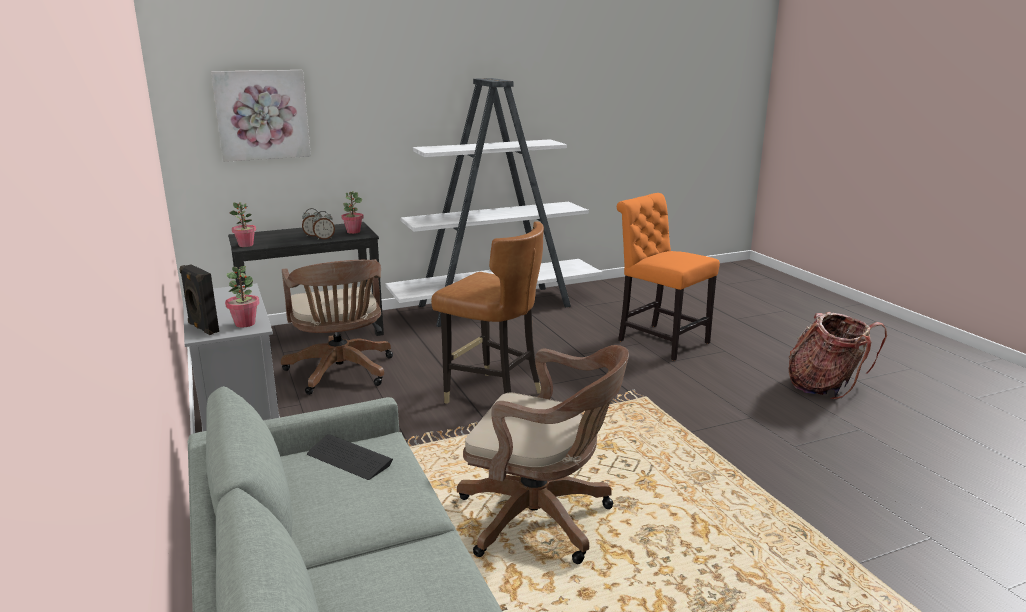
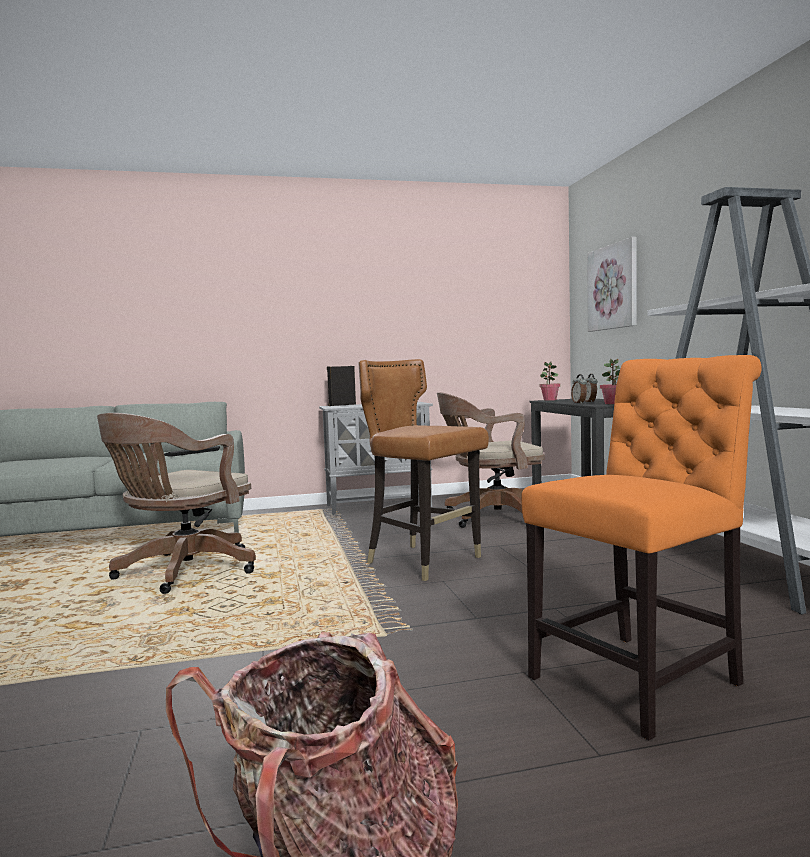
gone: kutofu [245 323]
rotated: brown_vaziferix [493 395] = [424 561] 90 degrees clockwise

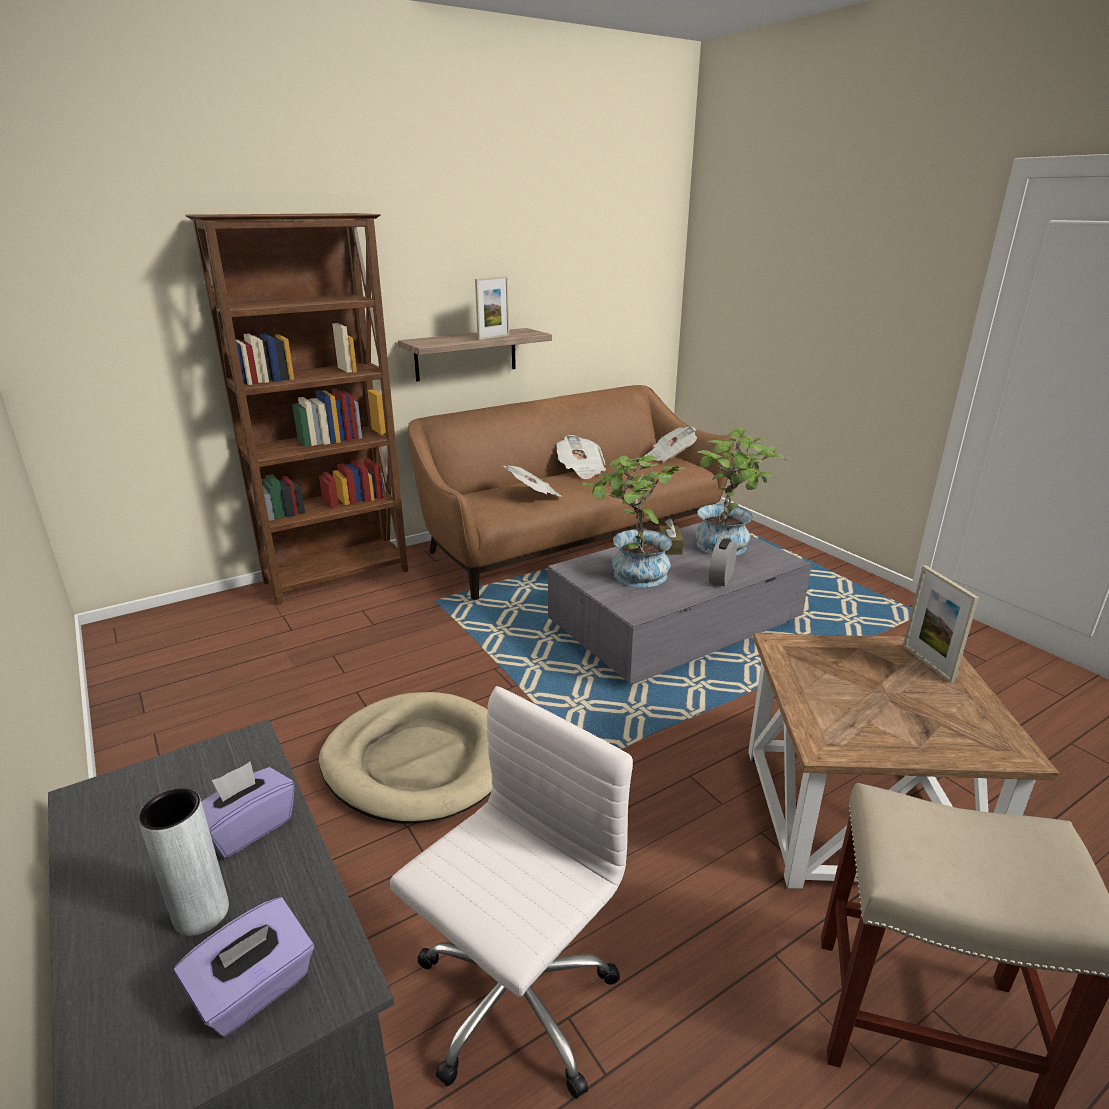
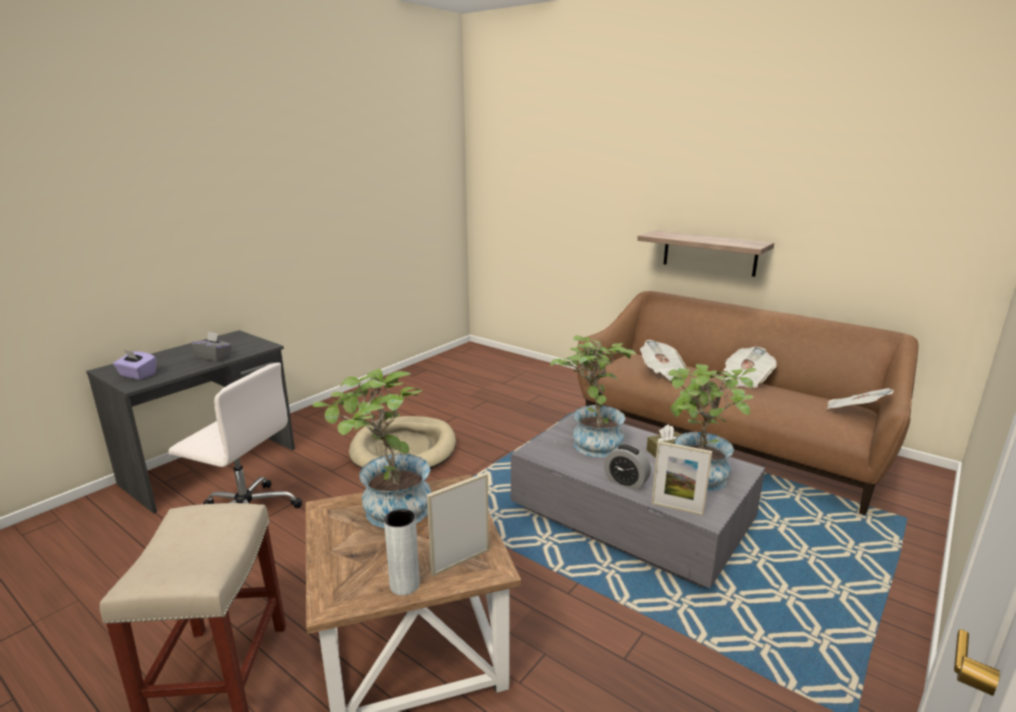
gone: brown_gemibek [338 577]
new: kutofu [386 510]
shifted: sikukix [493 337] to [677 509]; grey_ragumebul [201 913] to [404 585]
repainted: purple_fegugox [248 827] to grey_fegugox [214 357]
rotated: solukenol [721 578] = [625 482] 150 degrees counterclockwise

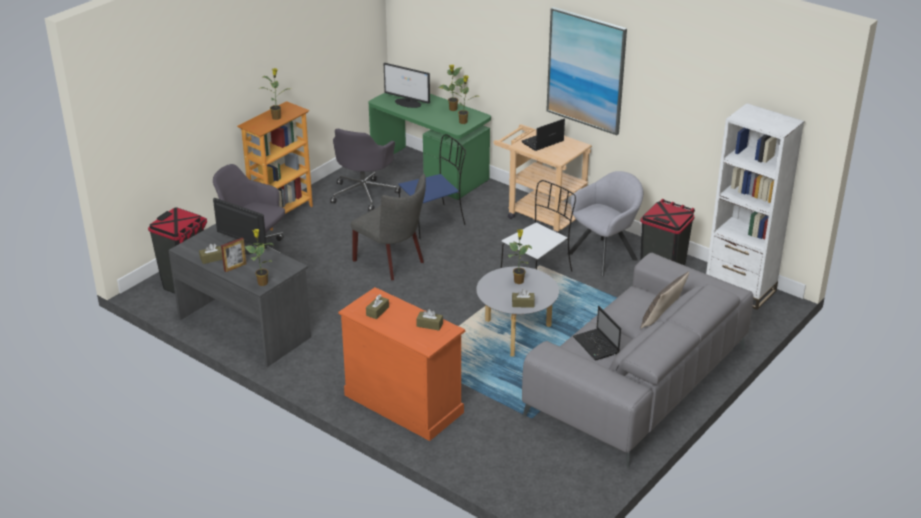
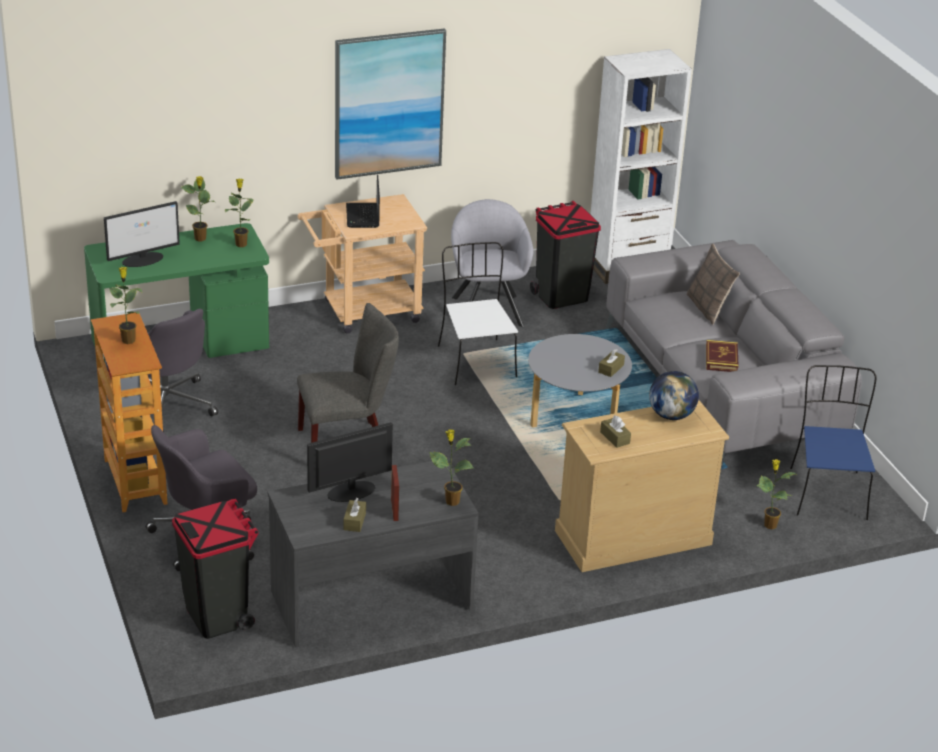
shifted: blue_vaziferix [433 221] to [827 492]; kutofu [518 281] to [769 525]
swapped: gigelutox [597 346] to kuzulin [721 359]; brown_fegugox [429 325] to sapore [671 415]
repainted: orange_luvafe [403 403] to beige_luvafe [632 537]

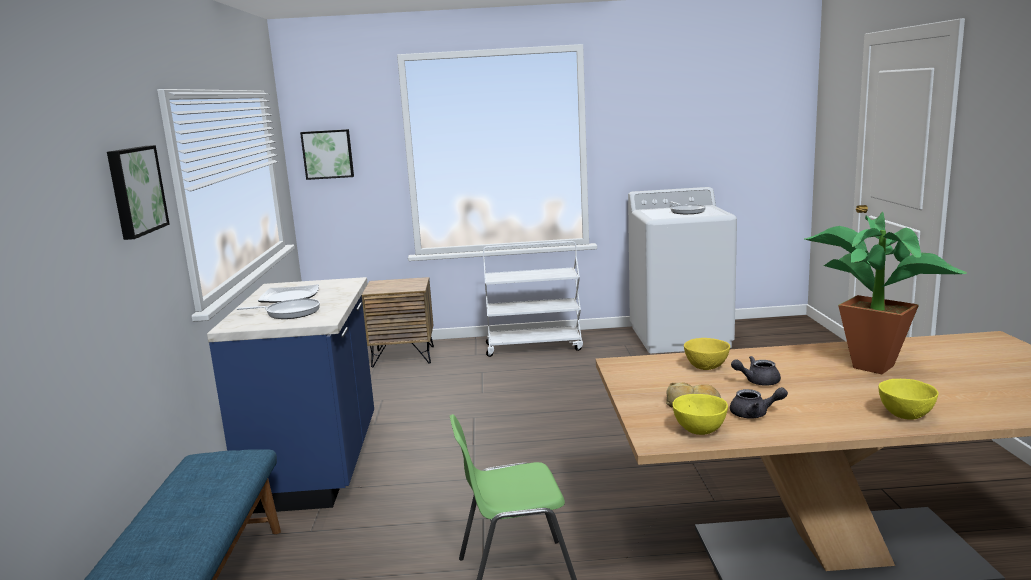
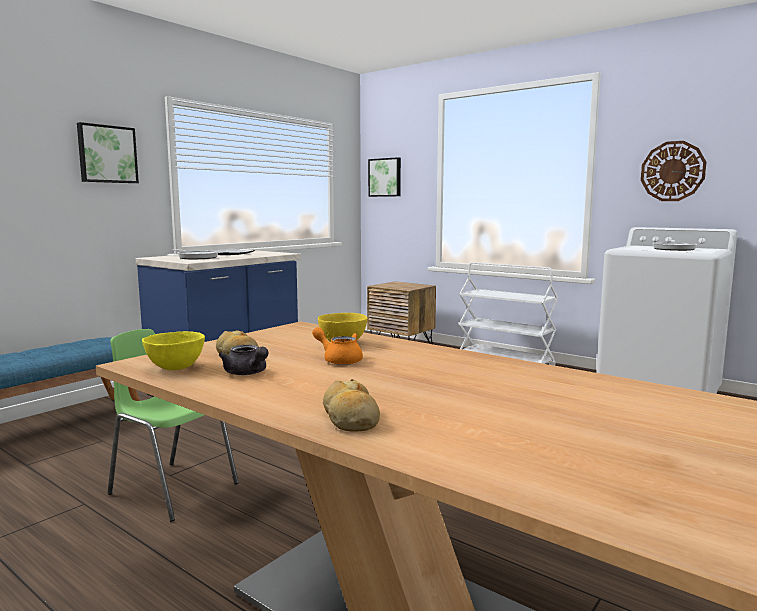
gone: kutofu [867 364]
new: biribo [672 171]
swapped: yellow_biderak [905 415] to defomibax [350 419]
repainted: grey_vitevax [757 381] to orange_vitevax [339 360]

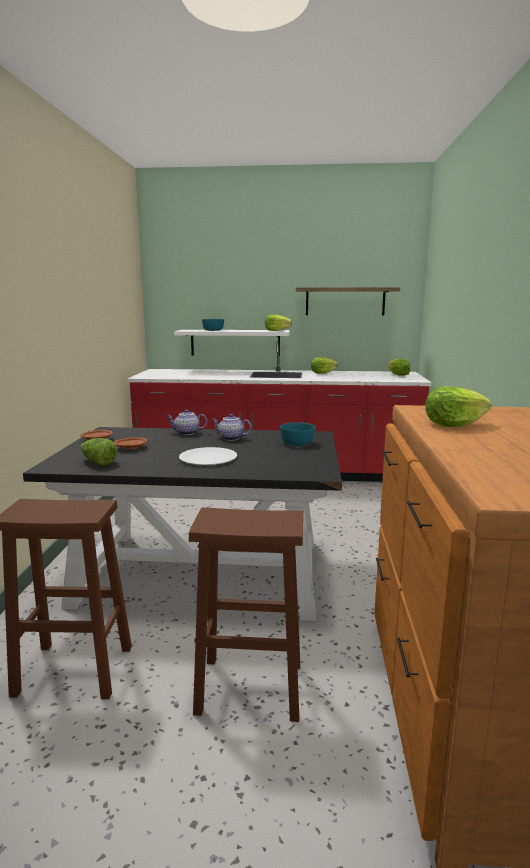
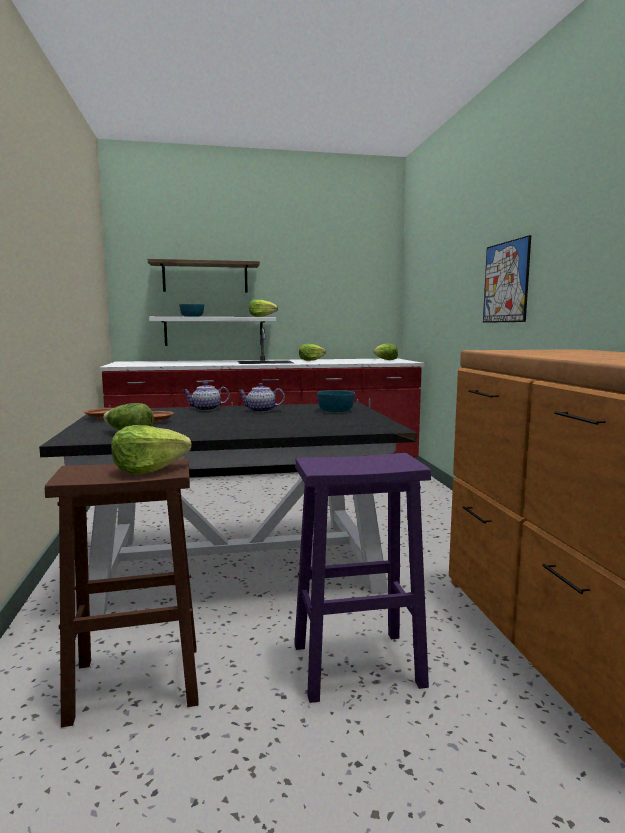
gone: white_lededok [208 458]
new: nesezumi [506 282]
shifted: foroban [345 301] to [205 277]; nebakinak [453 424] to [148 469]
repainted: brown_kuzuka [248 688] to purple_kuzuka [355 665]

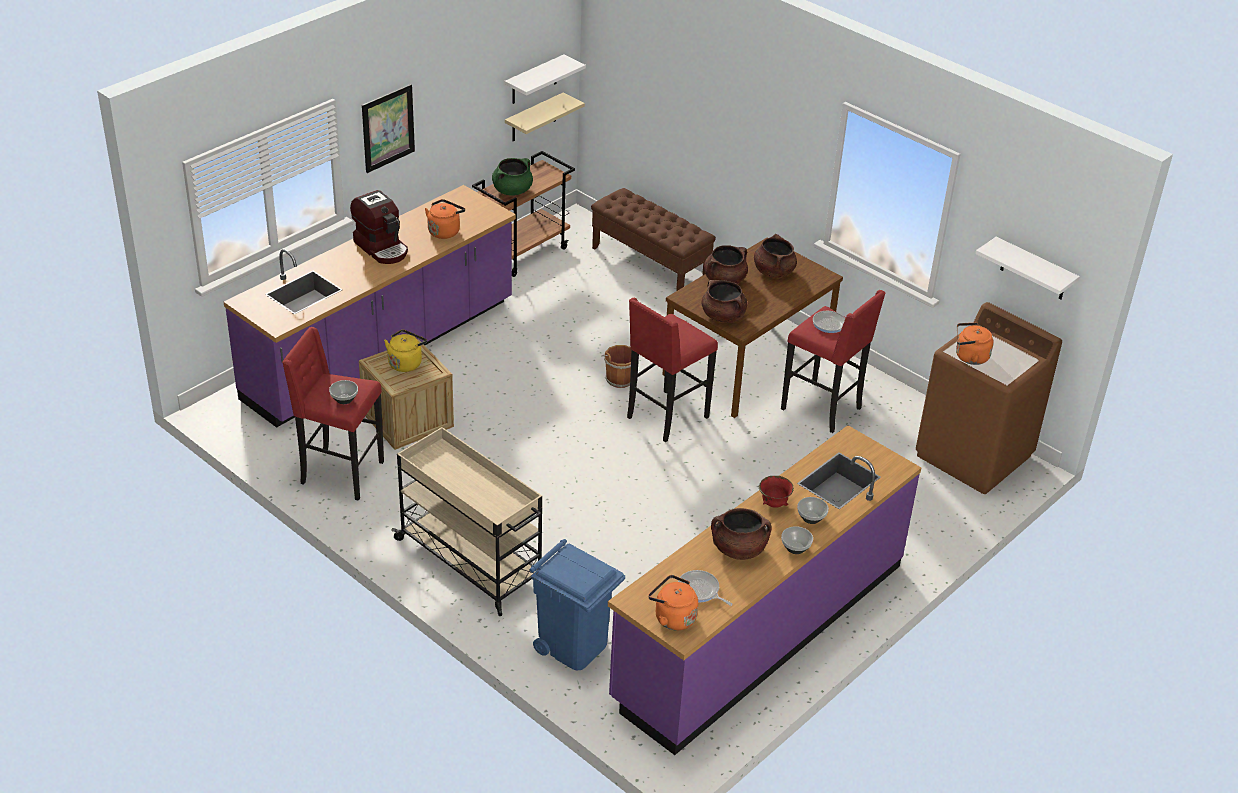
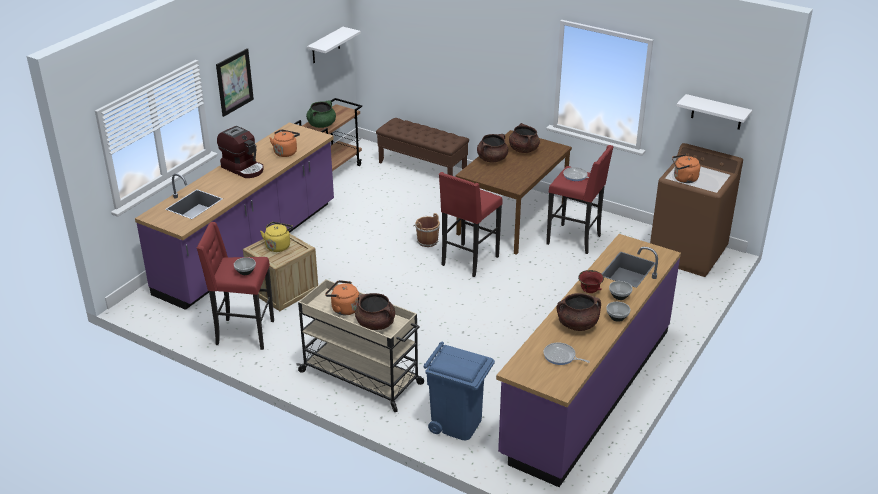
gone: beige_foroban [534 118]
shifted: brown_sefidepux [723 316] to [376 324]; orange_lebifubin [672 617] to [343 309]

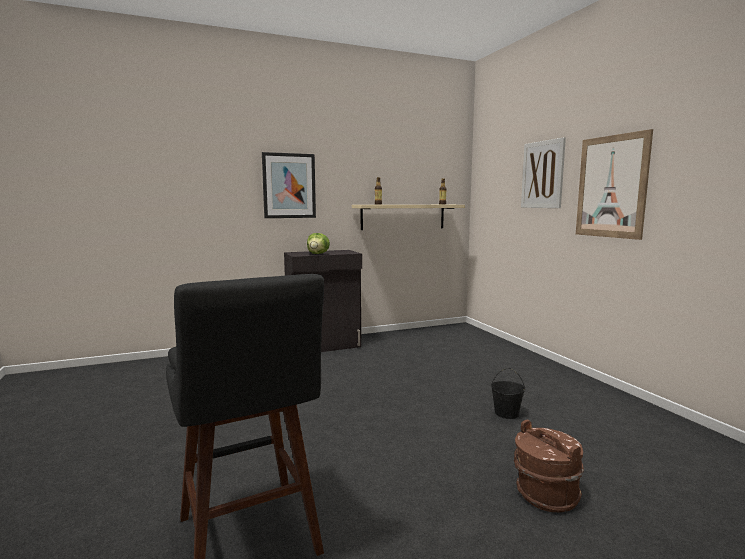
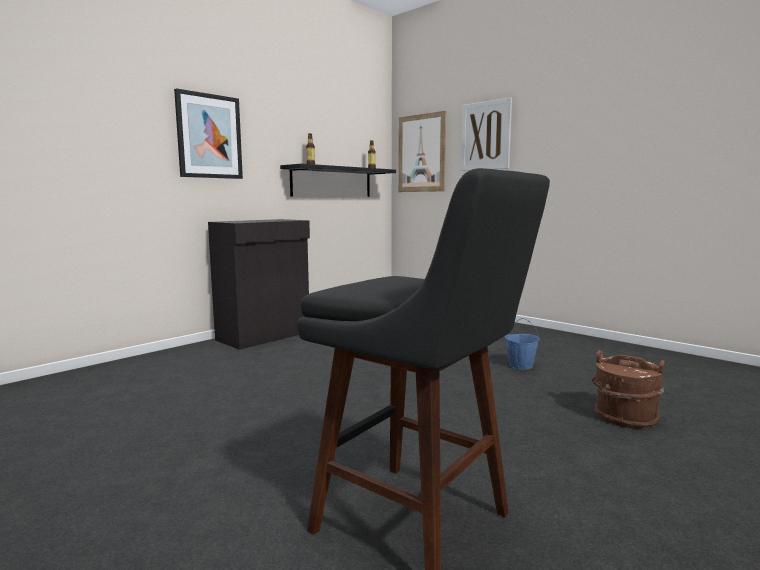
gone: nebakinak [318 254]
shifted: nesezumi [611 186] to [421 153]
repainted: beige_foroban [403 217] to black_foroban [332 182]; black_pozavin [506 413] to blue_pozavin [520 365]

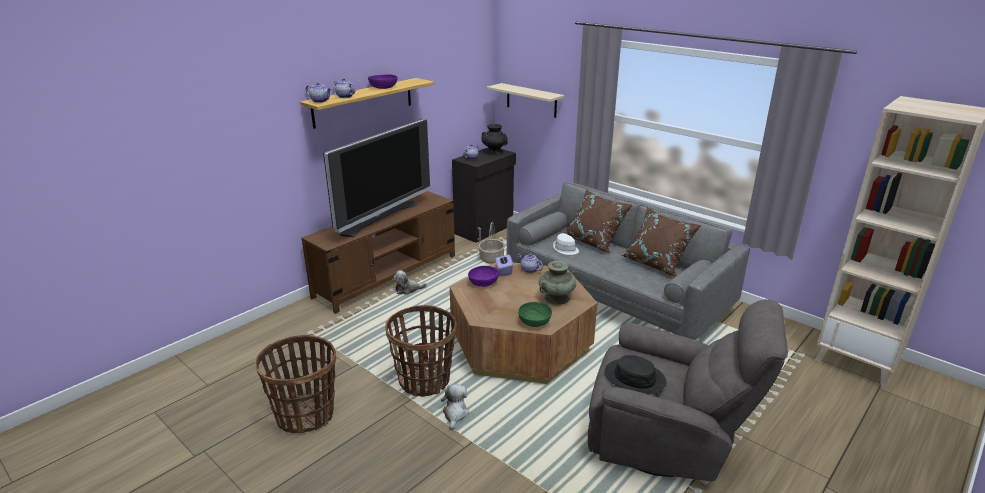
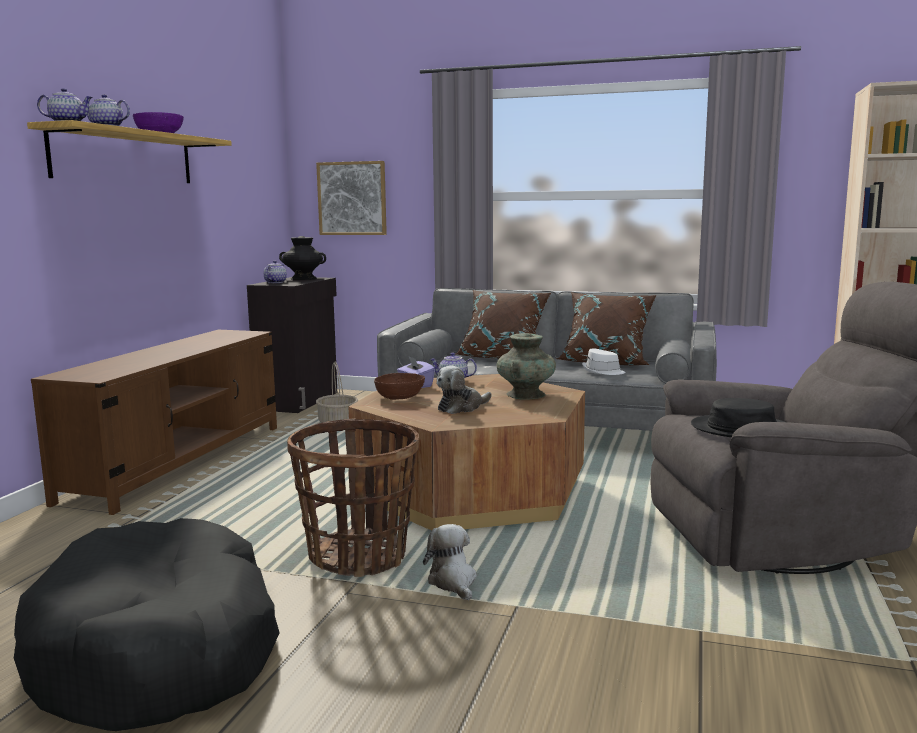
gone: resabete [380 218]; green_biderak [534 322]
shifted: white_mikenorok [565 249] to [602 371]; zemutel [408 289] to [461 407]
swapped: beige_foroban [531 100] to nesezumi [352 198]; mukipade [306 415] to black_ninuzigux [158 651]
repainted: purple_biderak [483 283] to brown_biderak [399 397]

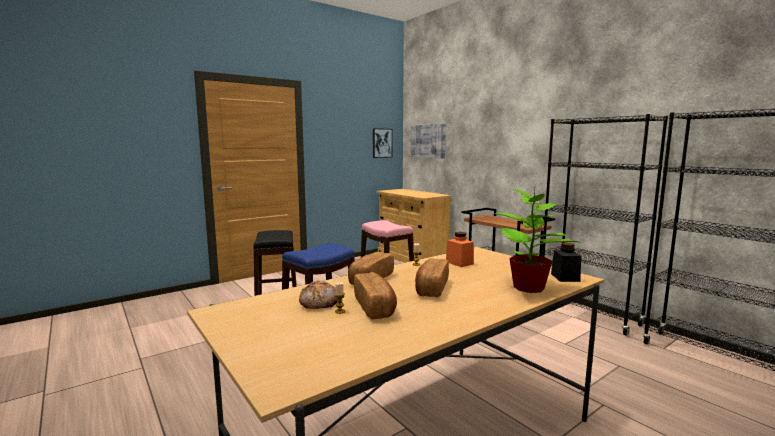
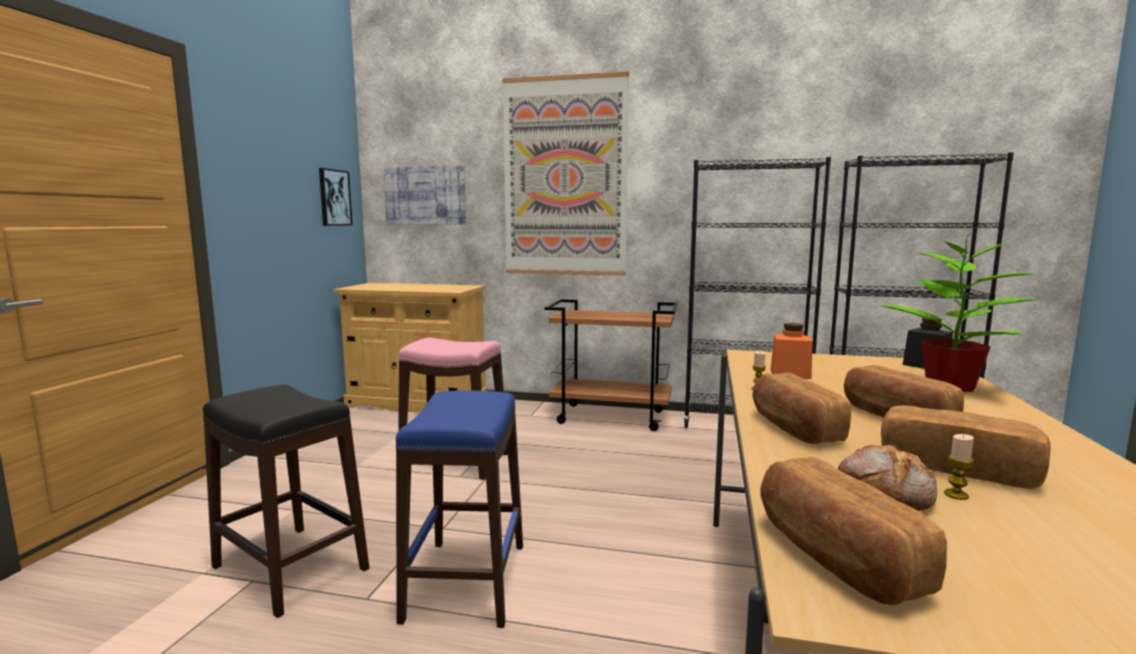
new: nesezumi [565 177]; defomibax [834 557]

